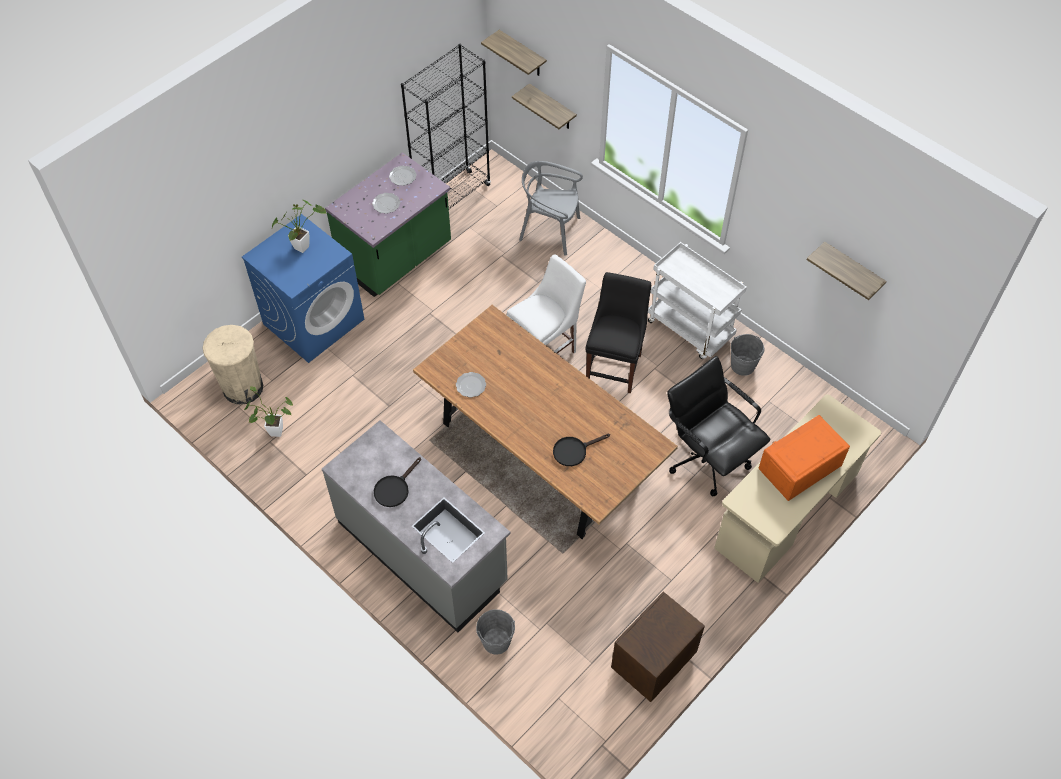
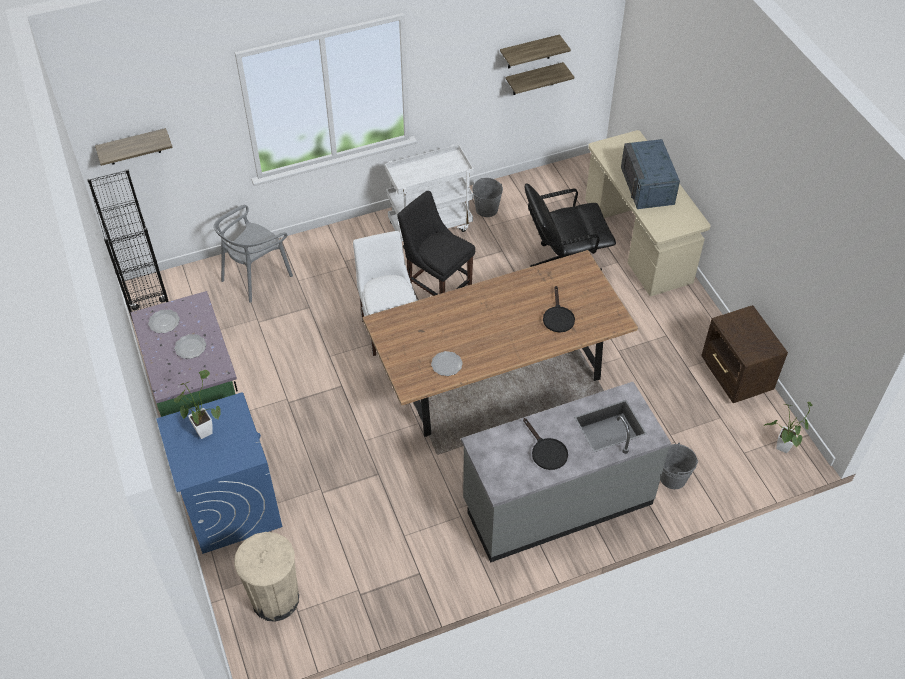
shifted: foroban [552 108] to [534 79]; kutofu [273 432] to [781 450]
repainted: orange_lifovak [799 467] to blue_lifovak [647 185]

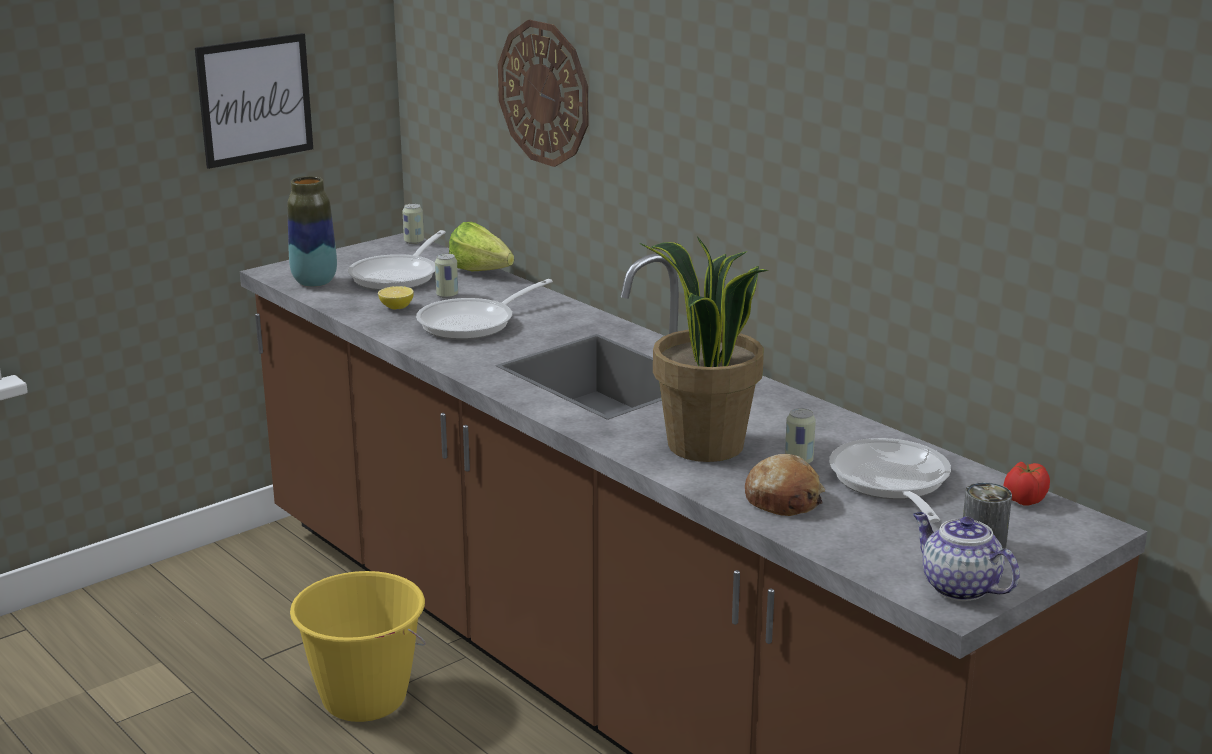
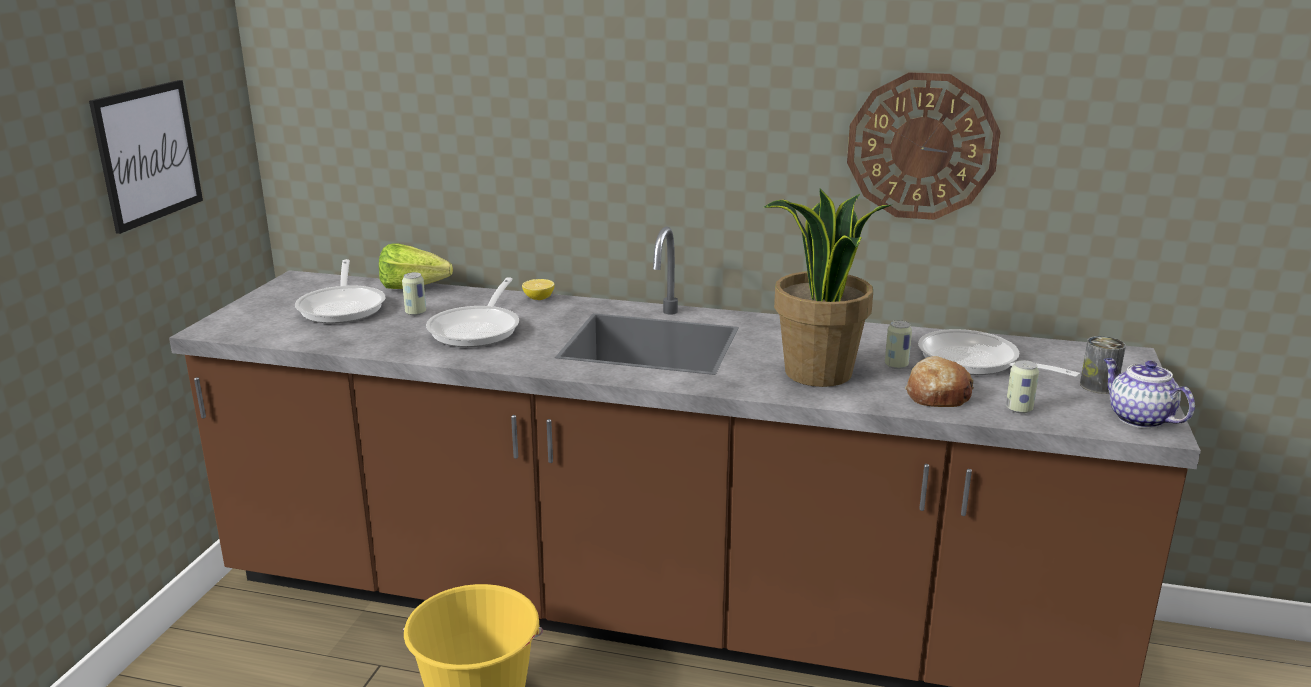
gone: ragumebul [314 282]; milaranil [1024 500]
shifted: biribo [544 93] to [922 146]; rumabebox [414 242] to [1019 409]; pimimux [396 307] to [538 298]
rotated: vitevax [958 587] = [1138 418] 45 degrees clockwise

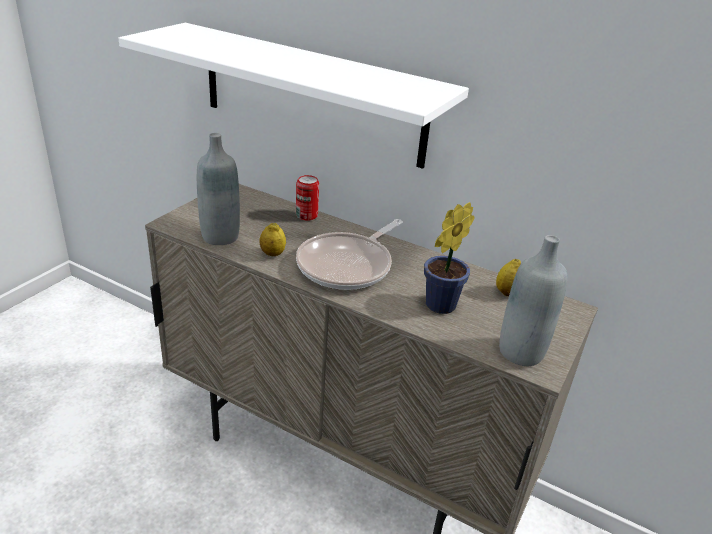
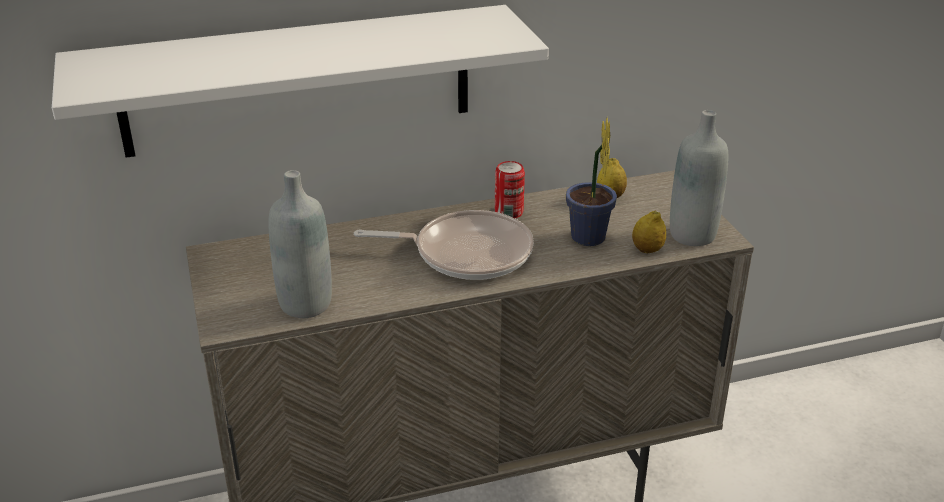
shifted: rumabebox [306 215] to [509 212]; pimimux [272 254] to [647 250]
rotated: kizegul [348 265] = [466 253] 75 degrees counterclockwise

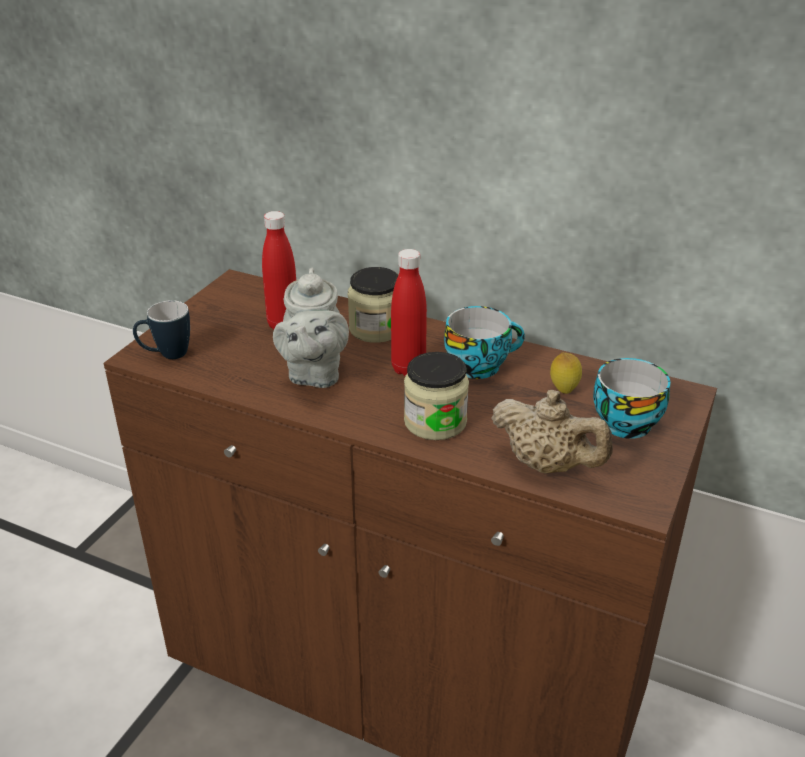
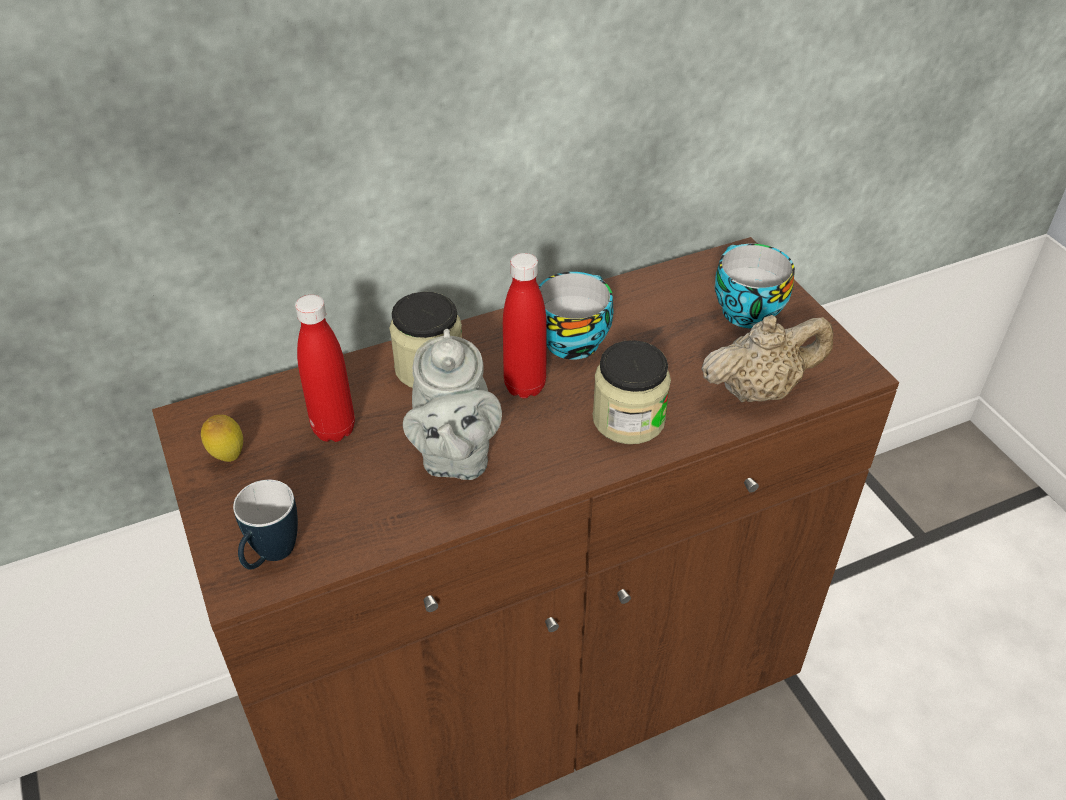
shifted: pimimux [563 390] to [228 456]
rotated: grey_vitevax [314 373] = [454 456] 45 degrees clockwise

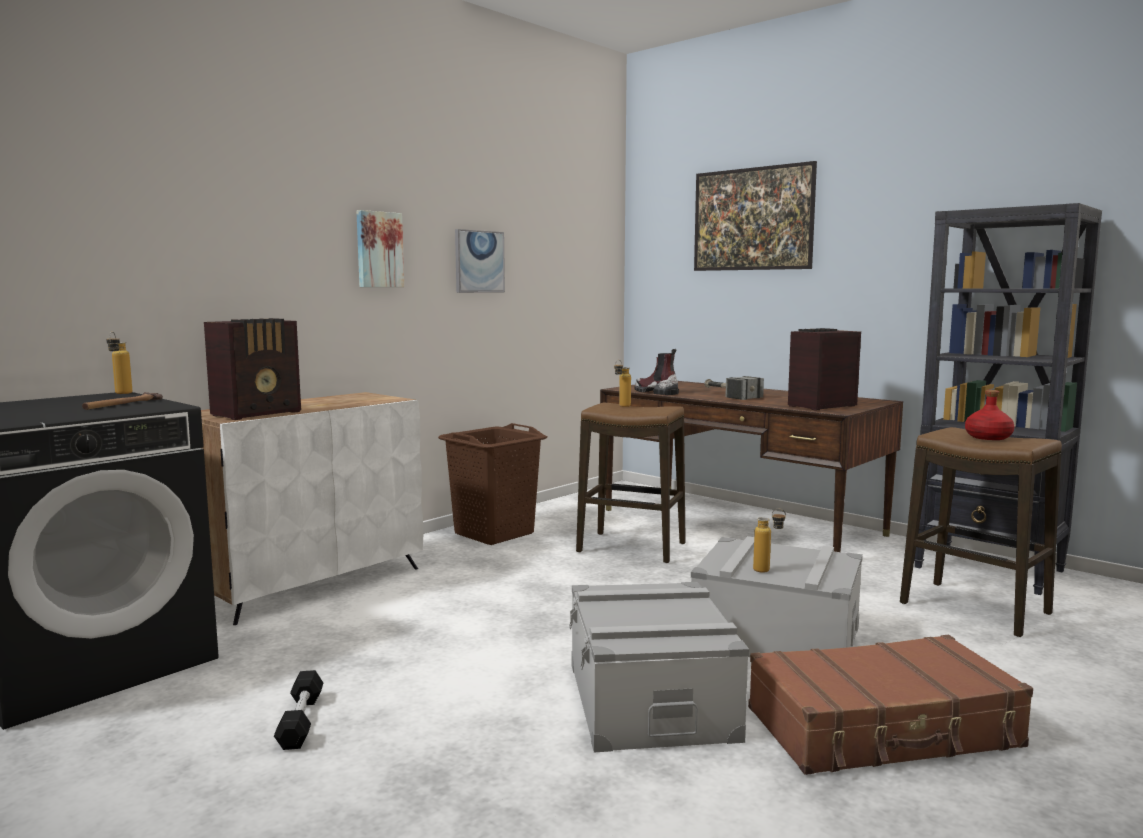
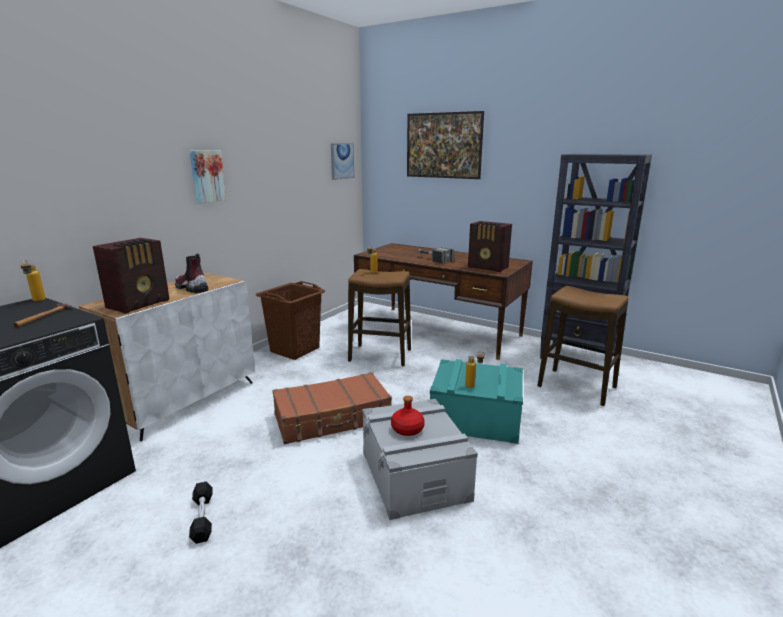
shifted: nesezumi [479 261] to [341 161]; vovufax [655 392] to [191 288]; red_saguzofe [988 437] to [407 429]; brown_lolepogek [883 729] to [333 418]
repainted: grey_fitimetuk [775 636] to turquoise_fitimetuk [475 418]
rotated: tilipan [820 406] = [488 268] 105 degrees counterclockwise

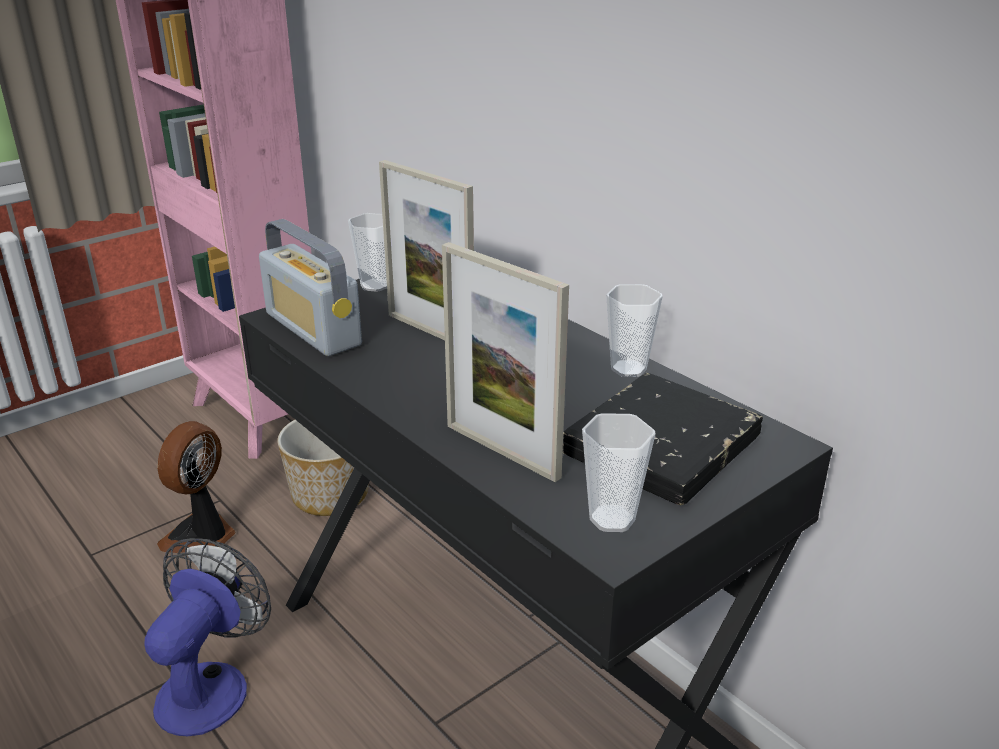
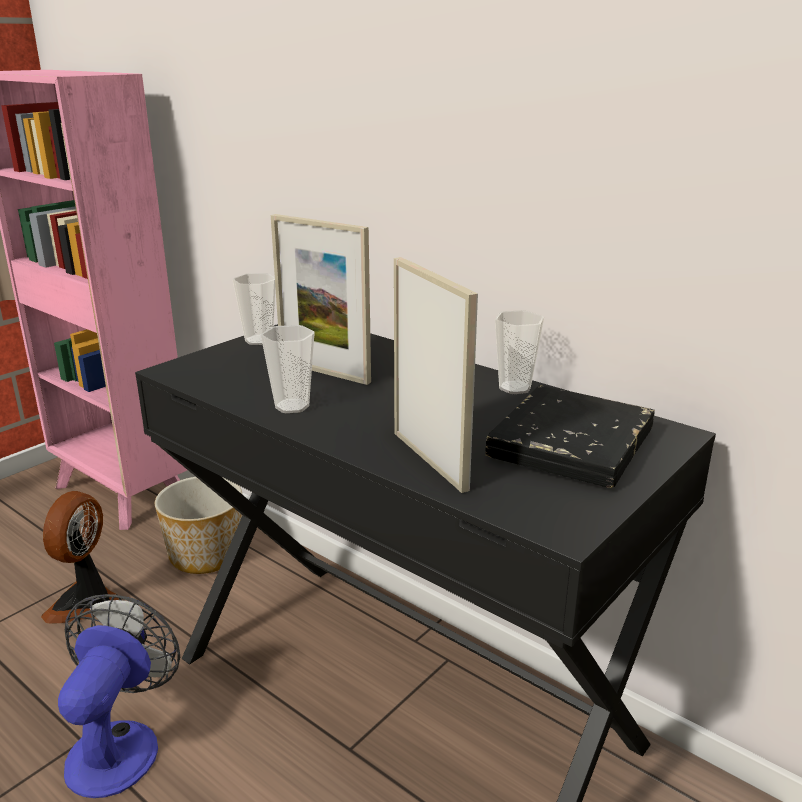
gone: tilipan [313 329]
shifted: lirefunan [612 519] to [292 406]
rotated: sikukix [502 451] = [429 460] 150 degrees counterclockwise

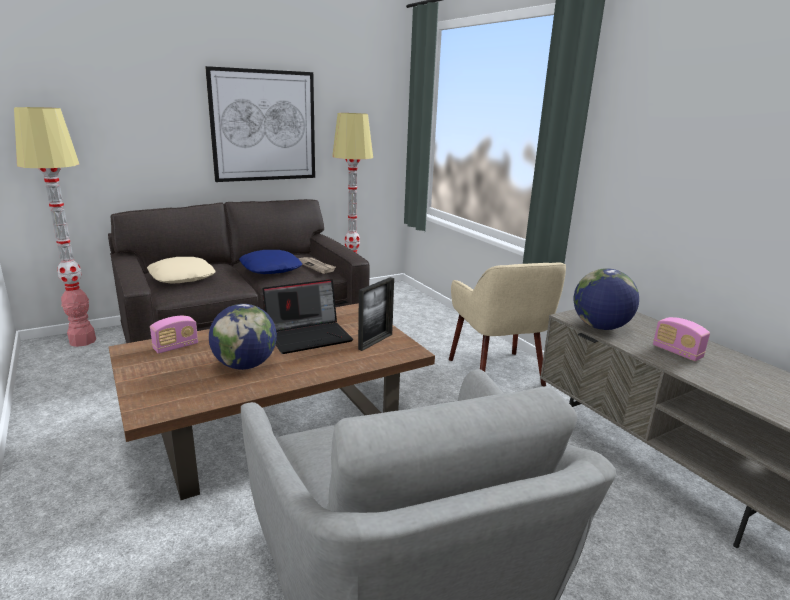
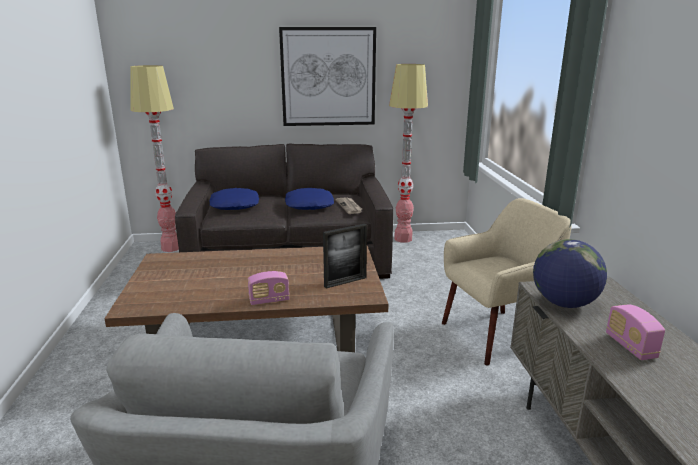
gone: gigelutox [309 336]; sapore [245 365]
shifted: tilipan [176 347] to [269 300]
repainted: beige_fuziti [182 277] to blue_fuziti [235 205]
rotated: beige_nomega [497 372] = [495 335] 120 degrees counterclockwise

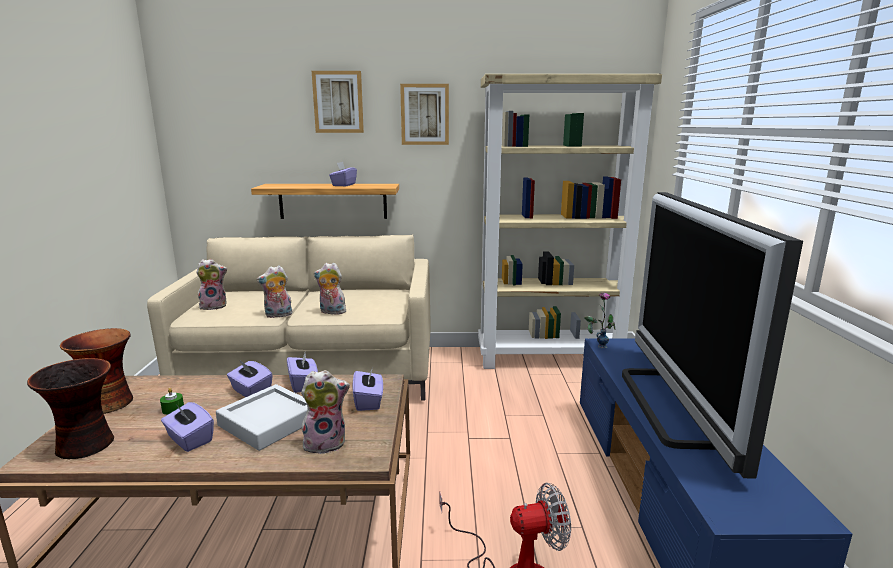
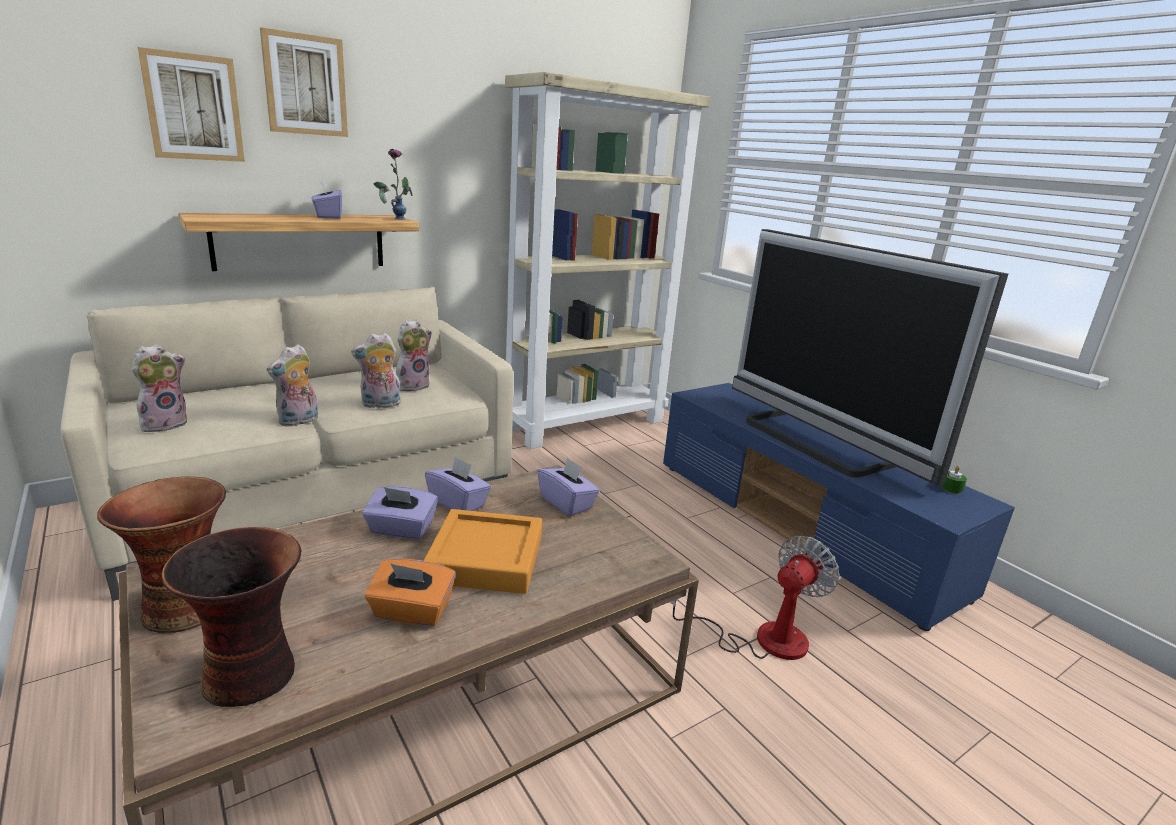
shifted: nesezumi [425 114] to [193 107]; ragumebul [597 344] to [394 218]; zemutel [326 443] to [413 385]; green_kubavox [173 409] to [951 488]
repainted: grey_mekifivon [269 422] to orange_mekifivon [486 559]; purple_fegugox [189 440] to orange_fegugox [411 612]

